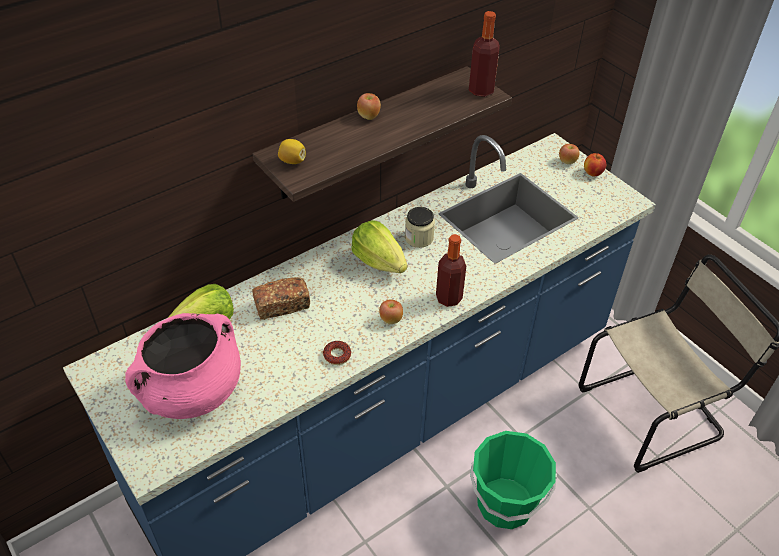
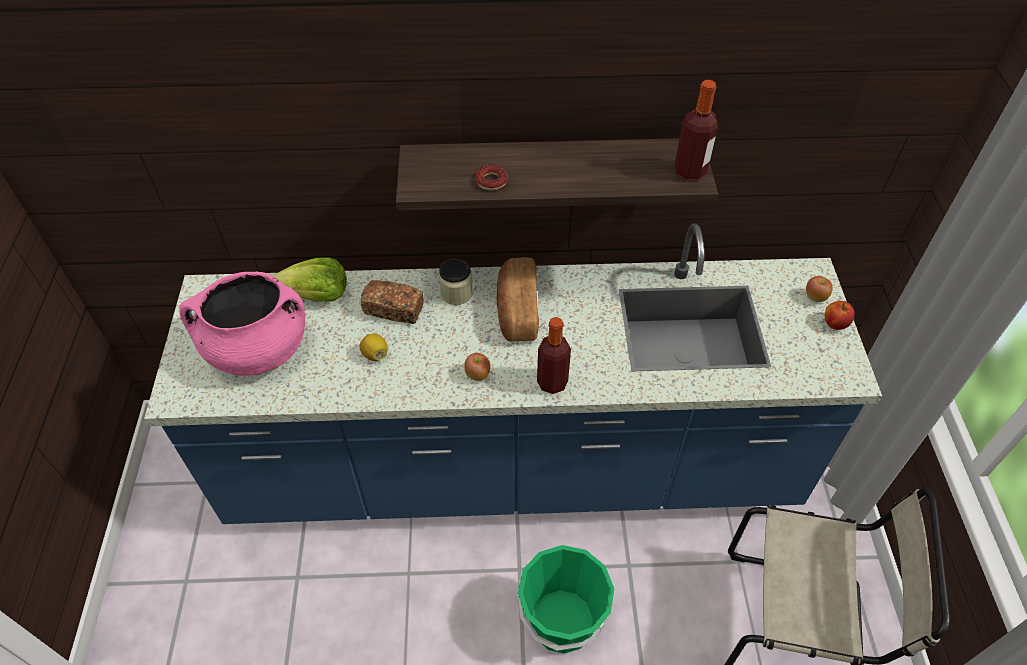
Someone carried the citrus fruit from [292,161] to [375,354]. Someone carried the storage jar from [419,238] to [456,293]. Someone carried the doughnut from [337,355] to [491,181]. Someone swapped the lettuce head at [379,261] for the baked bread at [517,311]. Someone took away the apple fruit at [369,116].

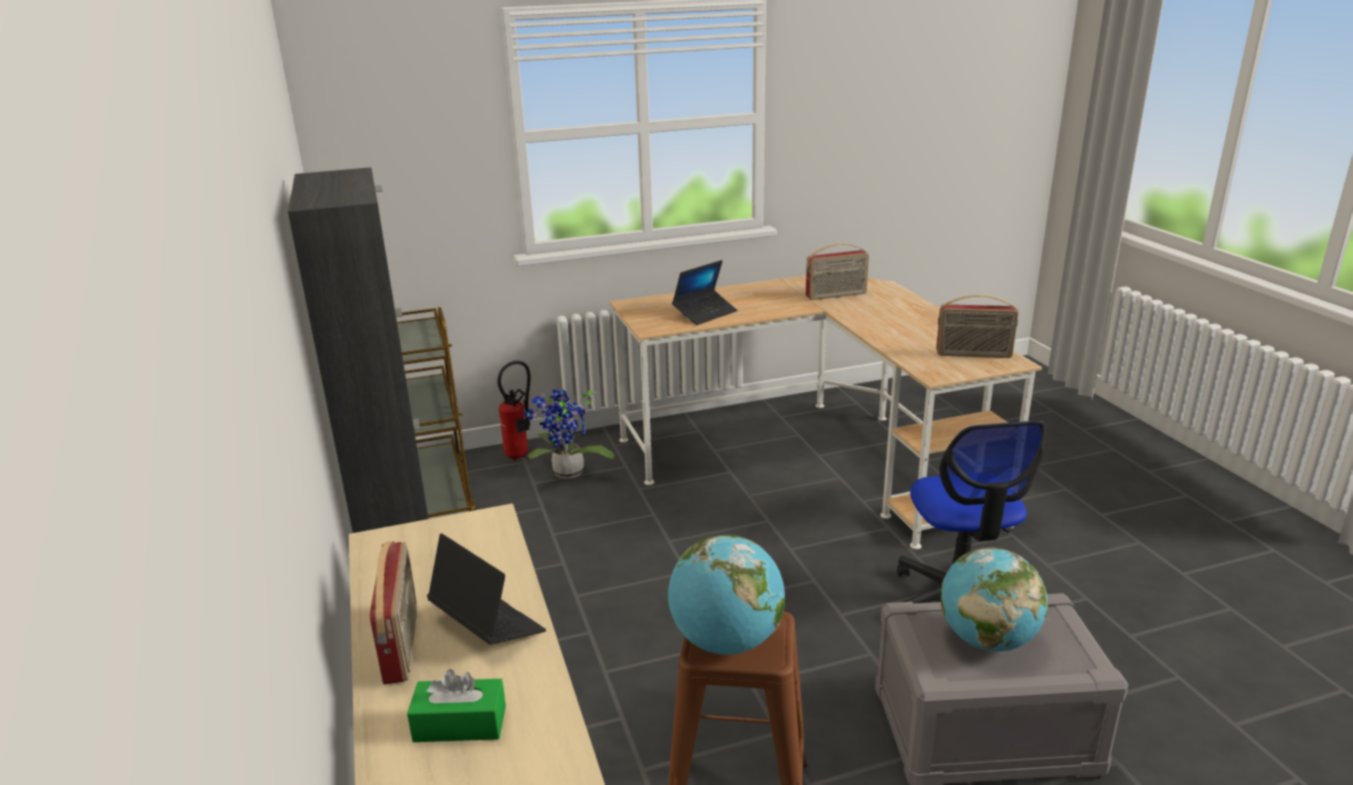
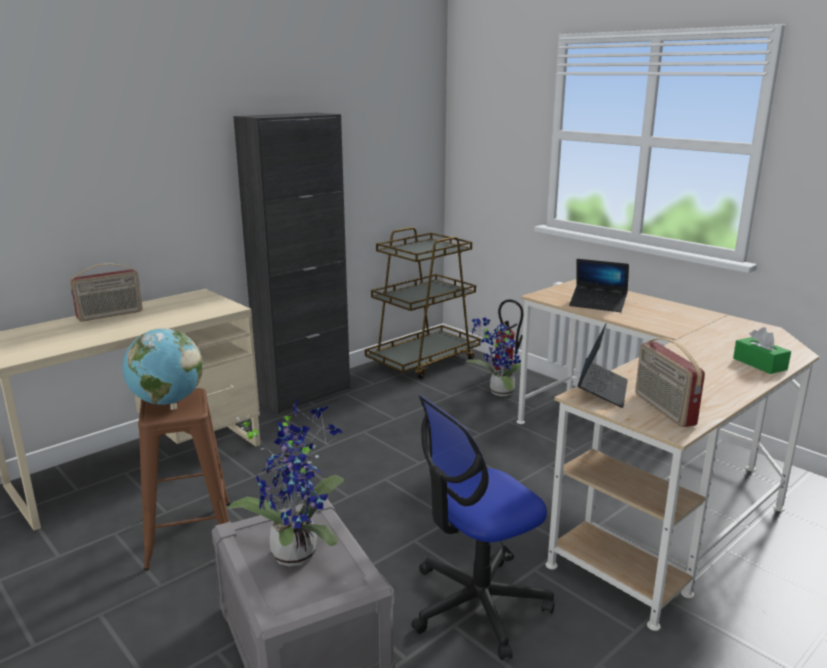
Someone swapped the desk globe at [987,640] for the potted plant at [296,550]. Someone carried the notebook computer from [487,624] to [602,390]. Someone carried the green tissue box from [460,724] to [759,364]. Someone took away the radio set at [836,295].

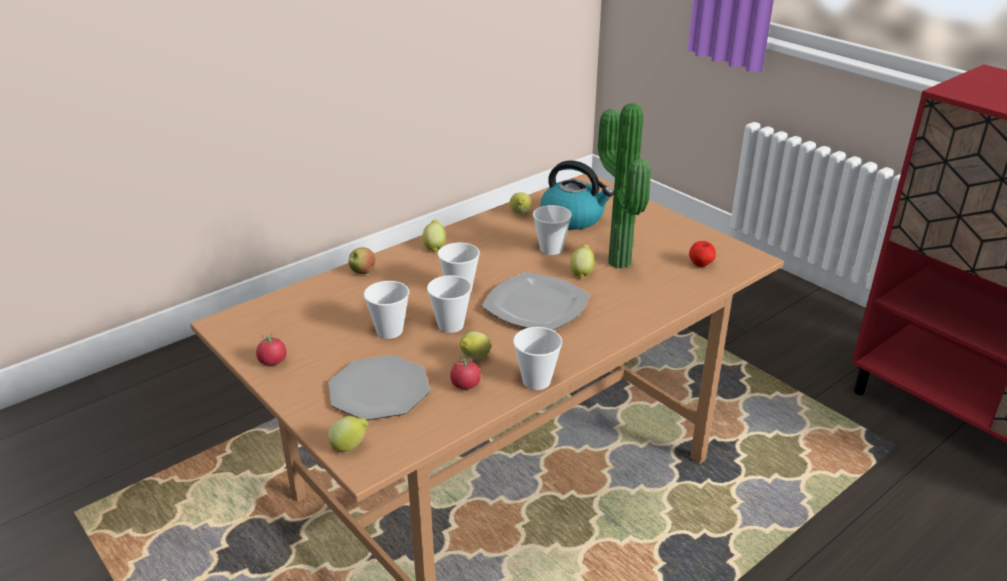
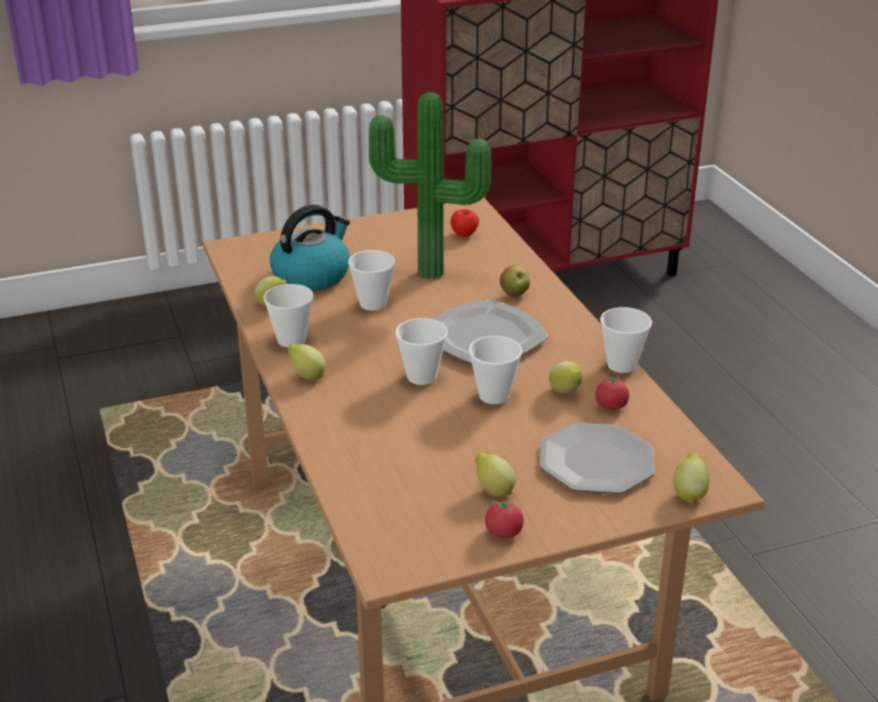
Someone carried the small cup from [389,331] to [291,340]. Someone carried the citrus fruit from [581,273] to [493,490]. Someone carried the apple fruit from [362,272] to [514,294].

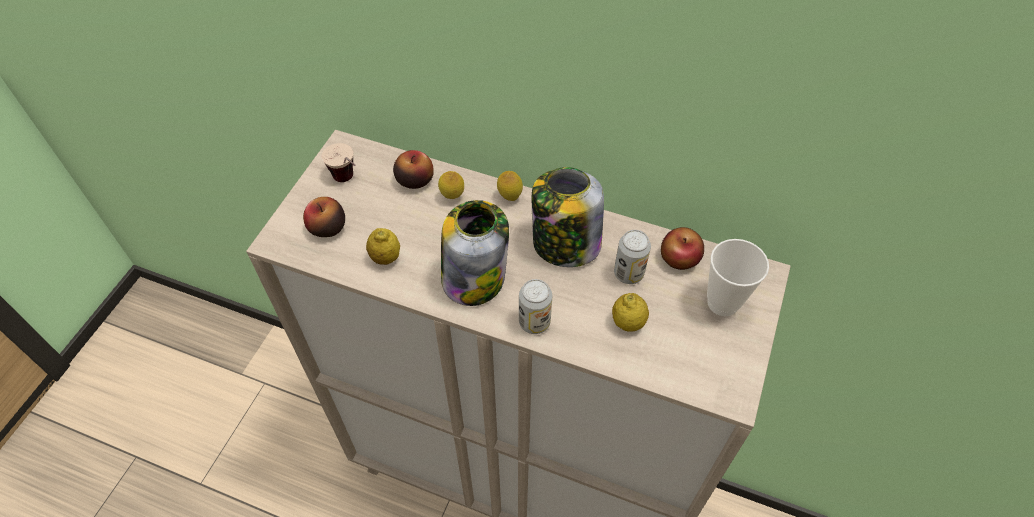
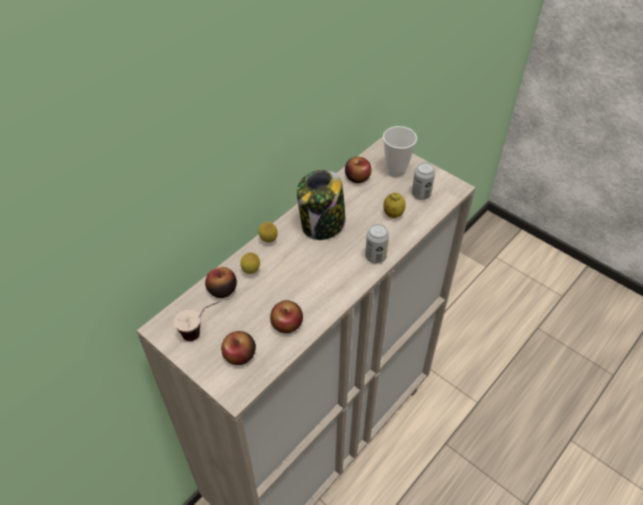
Someone swapped the citrus fruit at [385,257] for the apple fruit at [287,324]. Someone carried the sealed can from [628,273] to [421,194]. Someone took away the storage jar at [474,277].

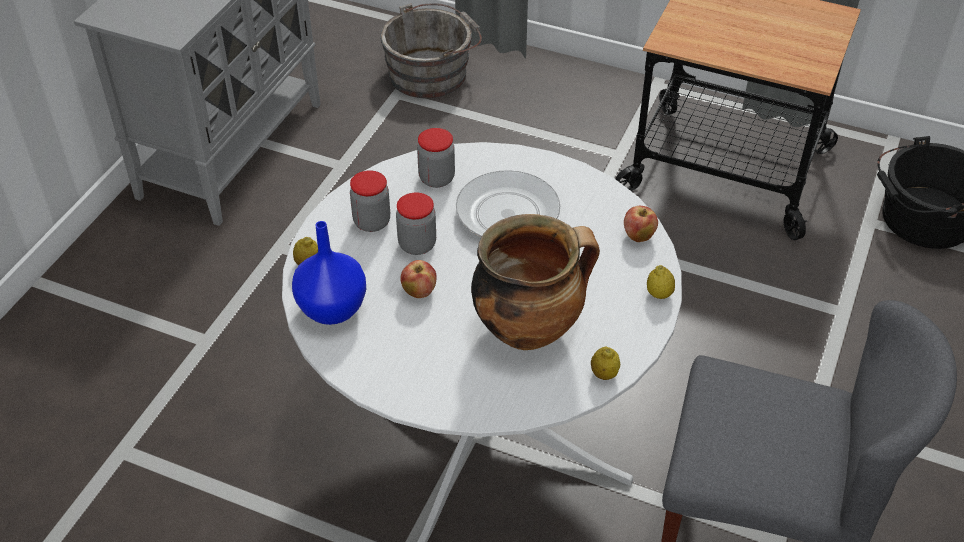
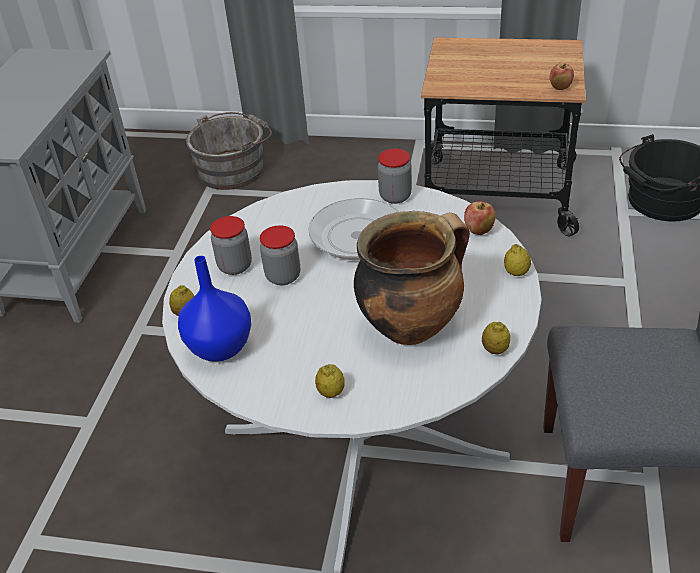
Someone put down the citrus fruit at [331,392]. Someone carried the storage jar from [436,178] to [395,196]. Someone carried the apple fruit from [419,292] to [560,87].

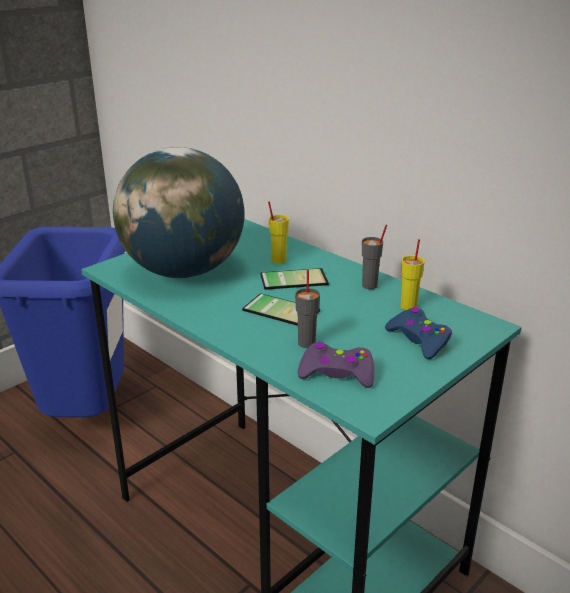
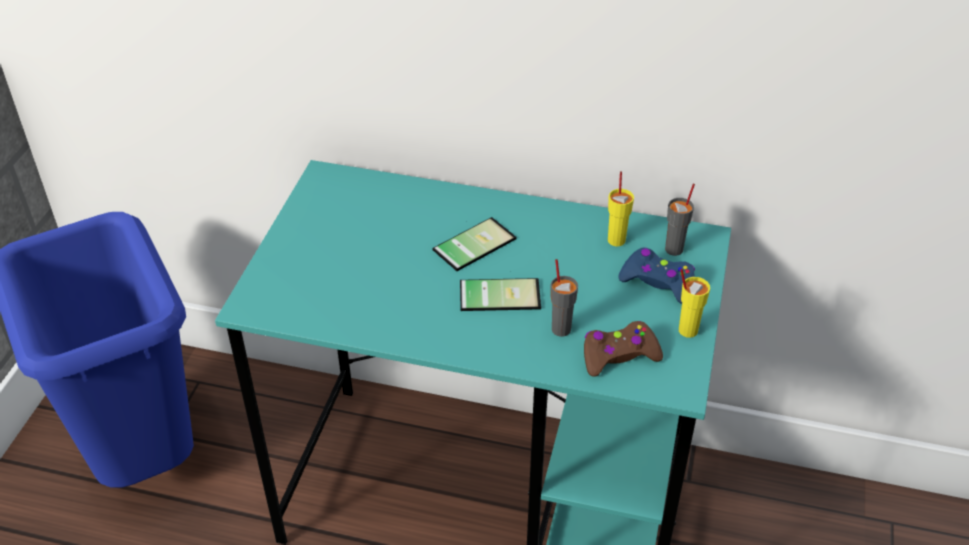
Someone repainted the purplish gamepad at [337,373], which became the brownish gamepad at [619,355]. Someone carried the grey small cup from [370,286] to [674,249]. Someone carried the yellowish small cup from [278,260] to [687,330]. Someone took away the desk globe at [184,271].

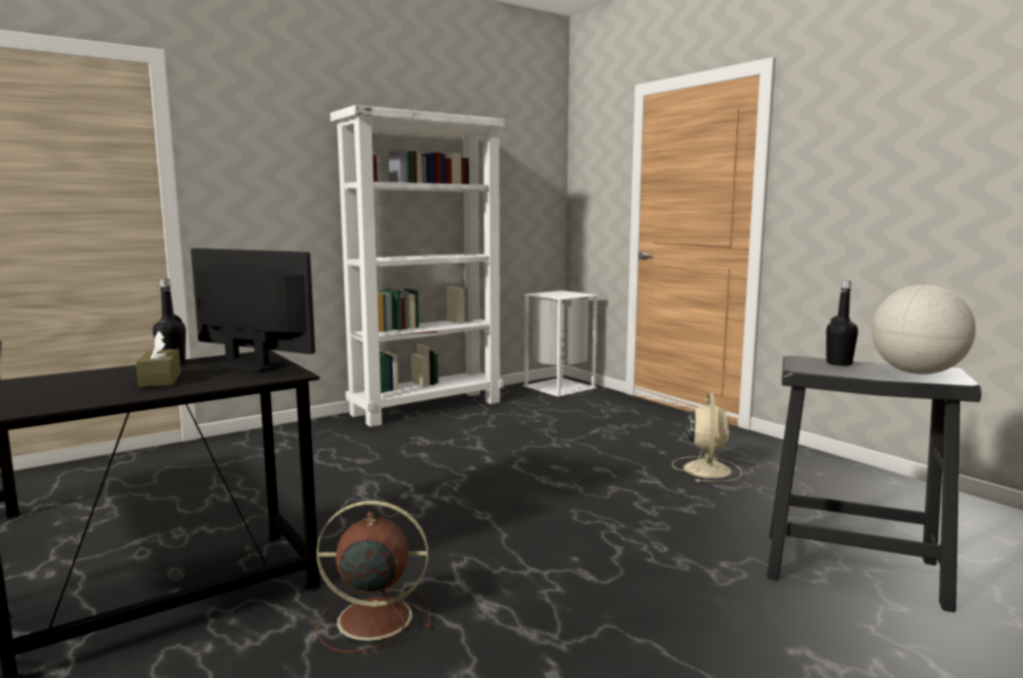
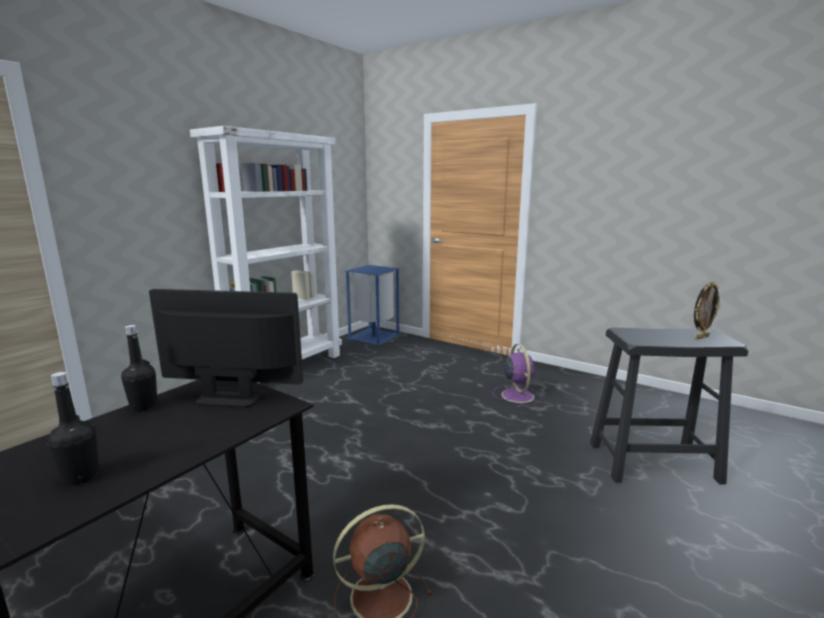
Someone carried the blackish drink bottle from [839,363] to [81,476]. Someone repainted the white rubbish bin at [561,387], which became the blue rubbish bin at [375,336]. Someone repainted the beige fan at [707,469], which became the purplish fan at [517,395]. Someone swapped the desk globe at [917,373] for the photo frame at [701,337]. Someone took away the brownish tissue box at [160,379].

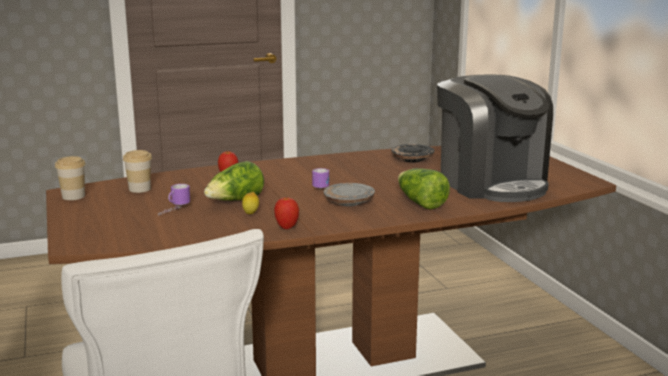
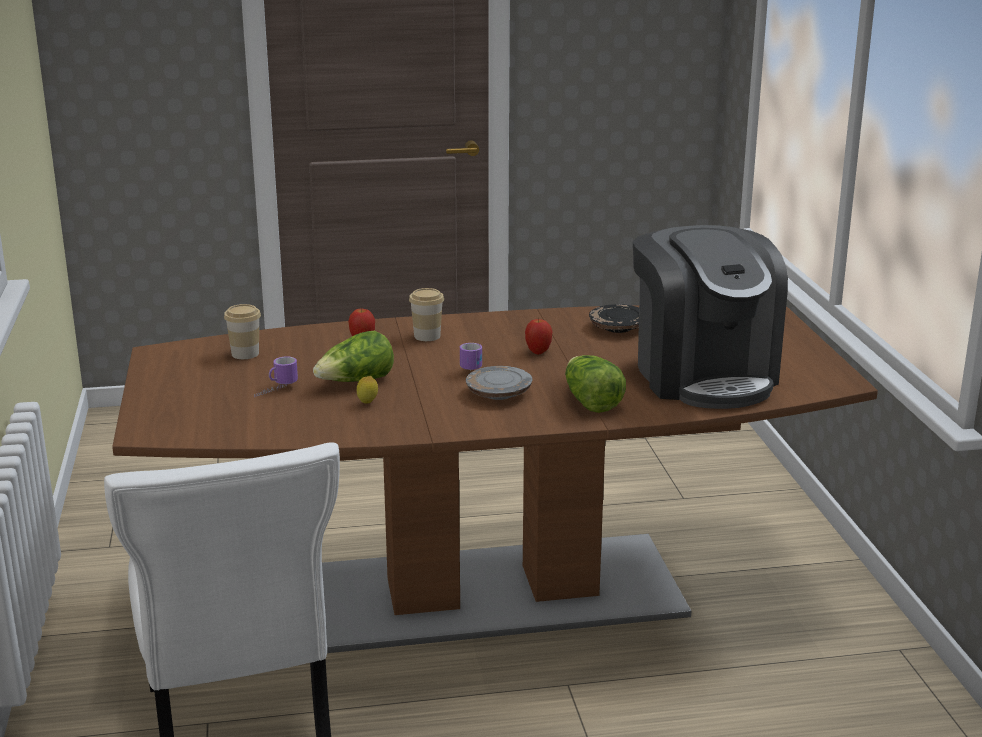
Someone carried the small cup from [73,196] to [427,336]. Someone carried the apple fruit from [286,227] to [538,352].

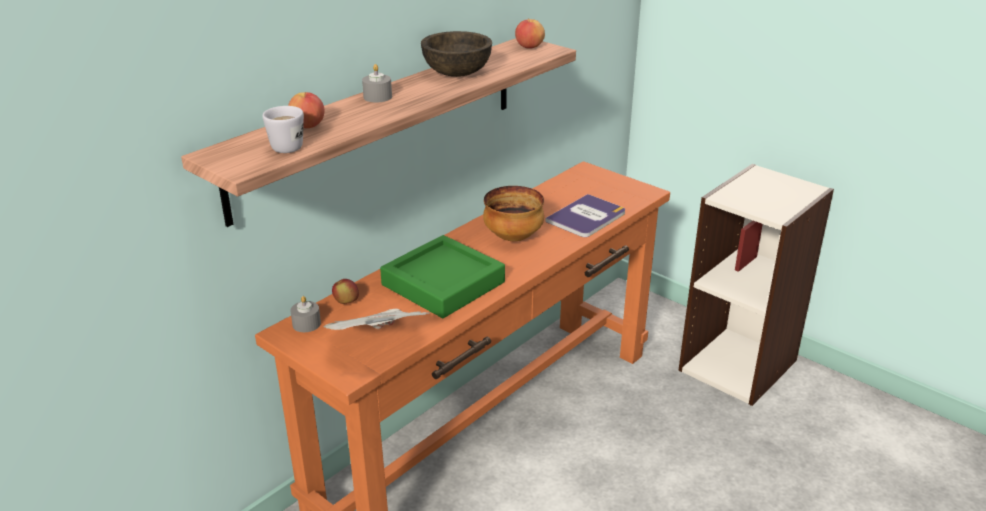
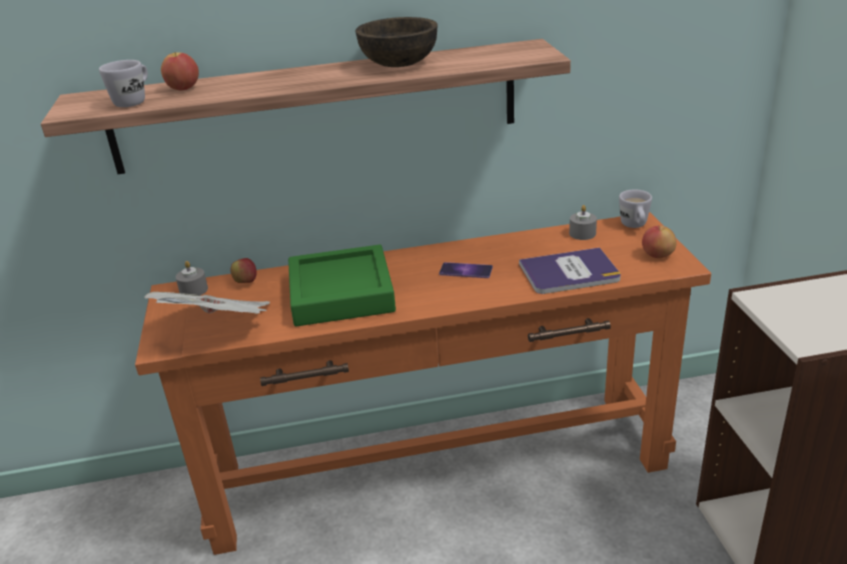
Someone swapped the serving bowl at [514,237] for the phone at [466,270]. Someone carried the grey candle from [377,97] to [582,233]. Someone put down the white coffee mug at [635,226]. Someone carried the apple fruit from [529,47] to [657,255].

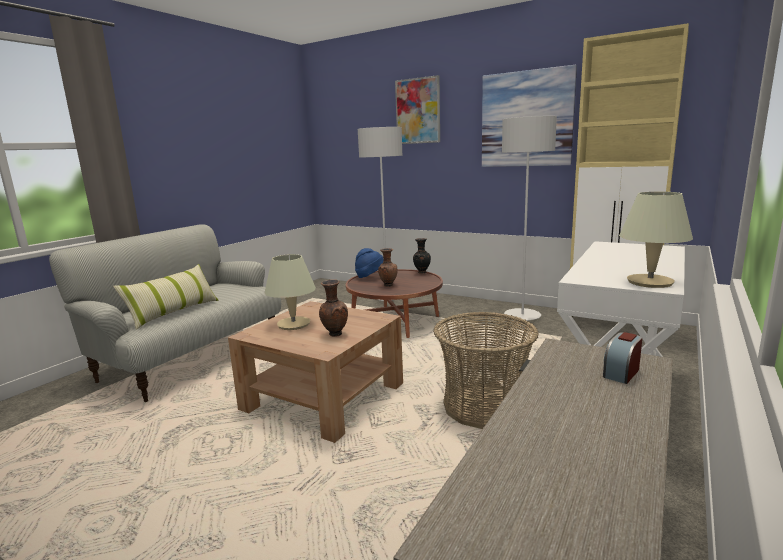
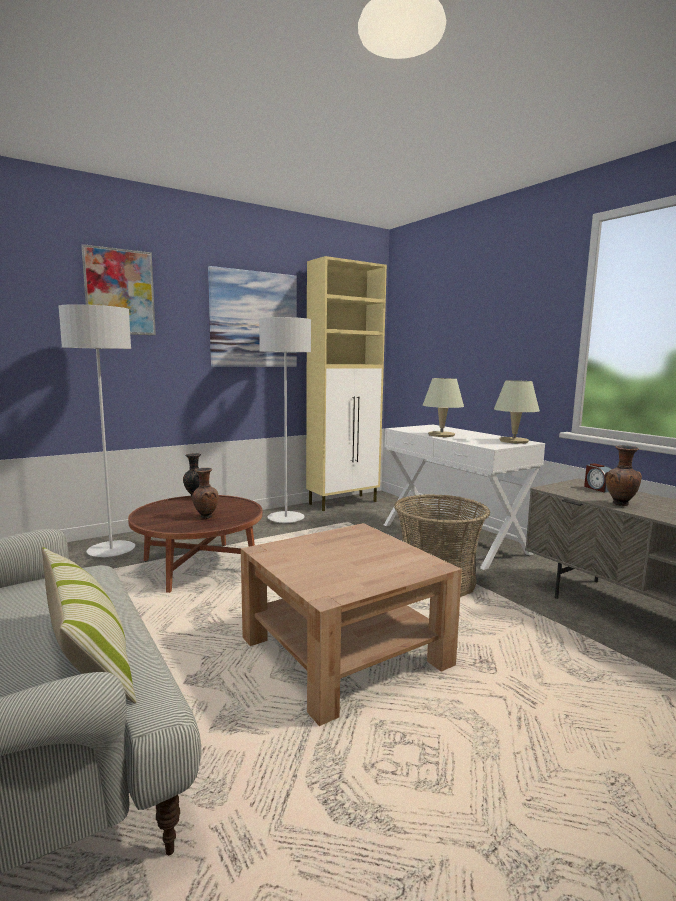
Someone carried the beige table lamp from [293,324] to [441,435]. Someone carried the brownish decorative vase from [334,334] to [620,504]. Someone took away the blue wearable hat at [370,276].

